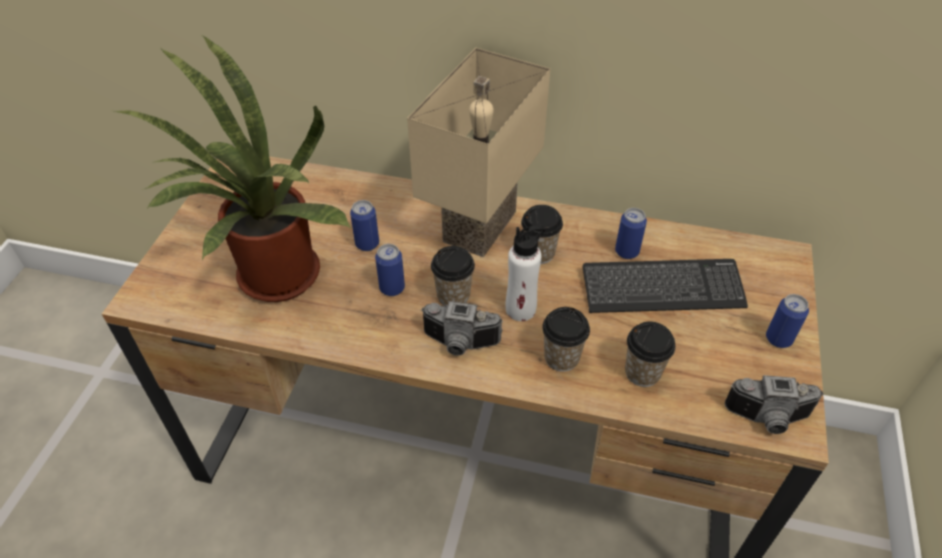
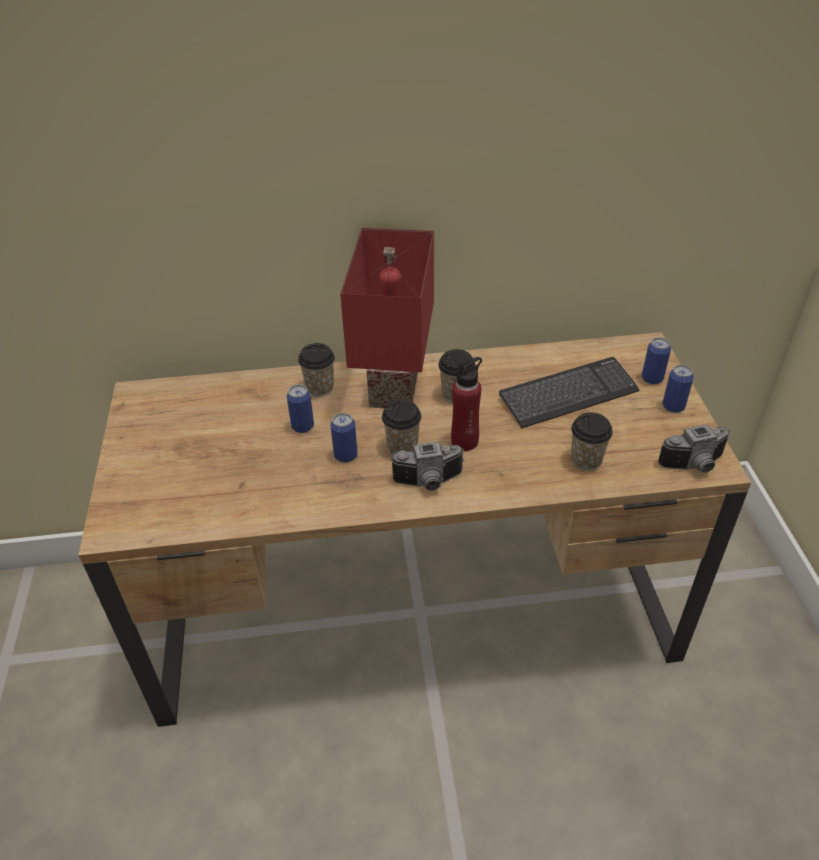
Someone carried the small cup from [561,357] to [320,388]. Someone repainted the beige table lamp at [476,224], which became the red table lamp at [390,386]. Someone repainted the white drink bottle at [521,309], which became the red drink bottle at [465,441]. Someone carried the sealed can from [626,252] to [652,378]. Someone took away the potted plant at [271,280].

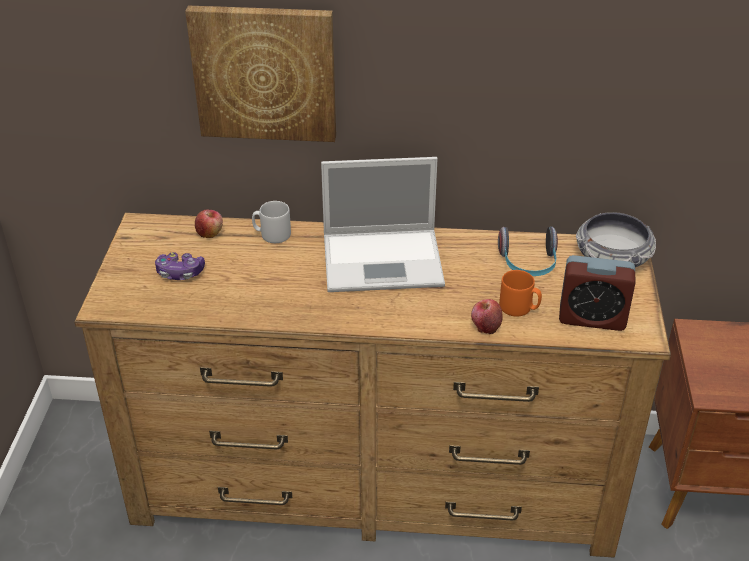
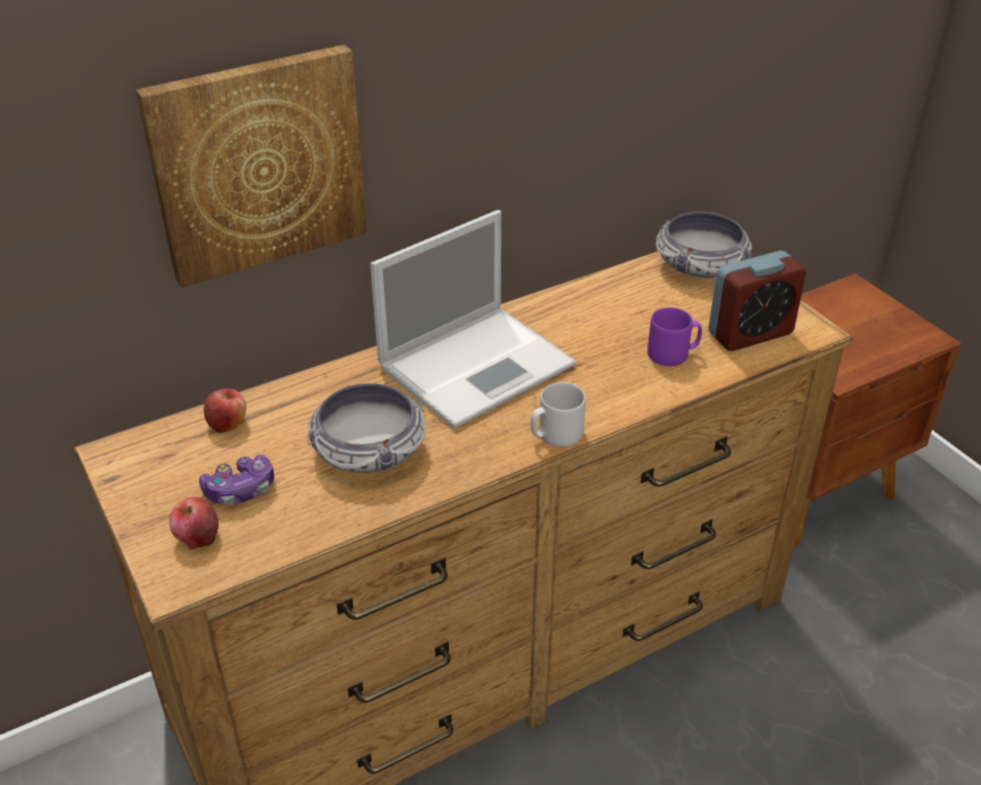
Someone carried the apple fruit from [485,326] to [197,537]. Someone put down the serving bowl at [368,450]. Someone carried the grey coffee mug from [272,235] to [555,435]. Someone repainted the orange coffee mug at [519,308], which became the purplish coffee mug at [673,354]. Someone took away the pair of headphones at [528,264].

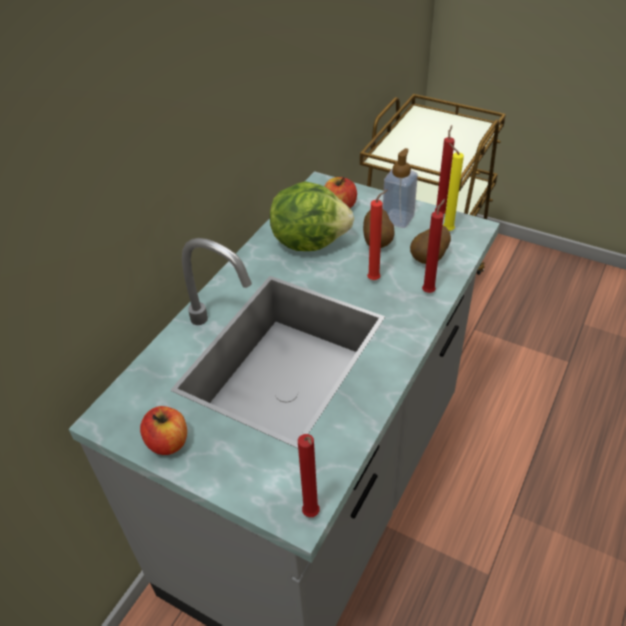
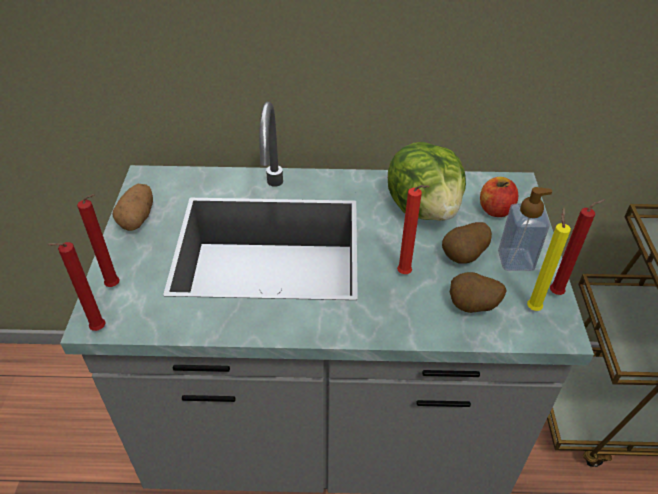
Someone carried the red candle from [429,291] to [115,286]. Someone swapped the apple fruit at [168,442] for the spud at [138,218].

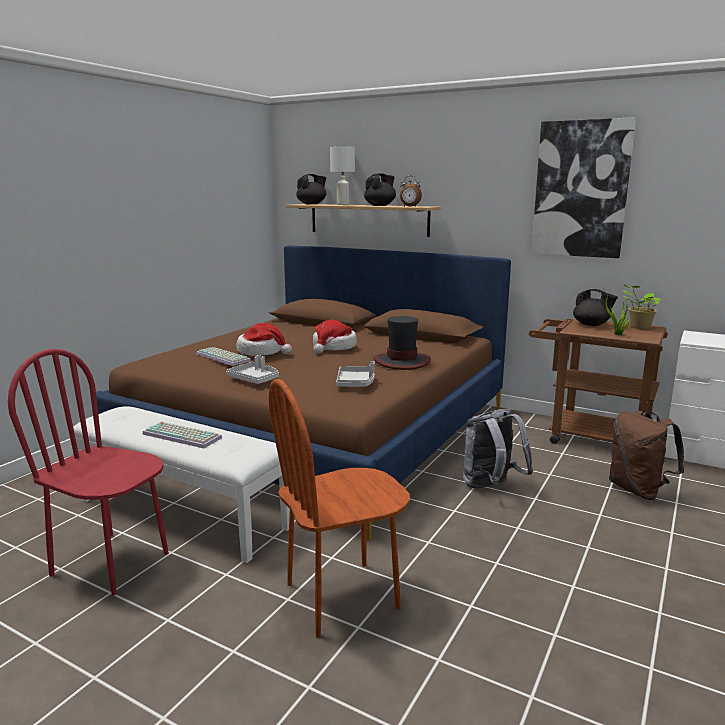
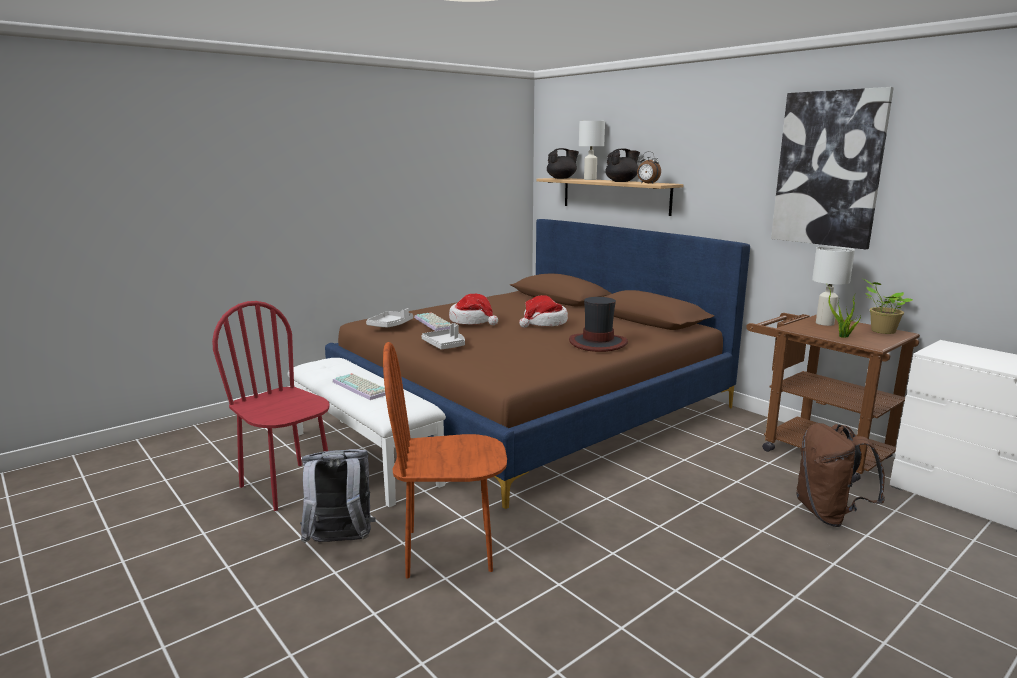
Someone carried the grey backpack from [491,487] to [340,543]. Someone carried the grey serving tray from [356,383] to [390,325]. Someone swapped the blackish teapot at [591,325] for the white table lamp at [824,323].

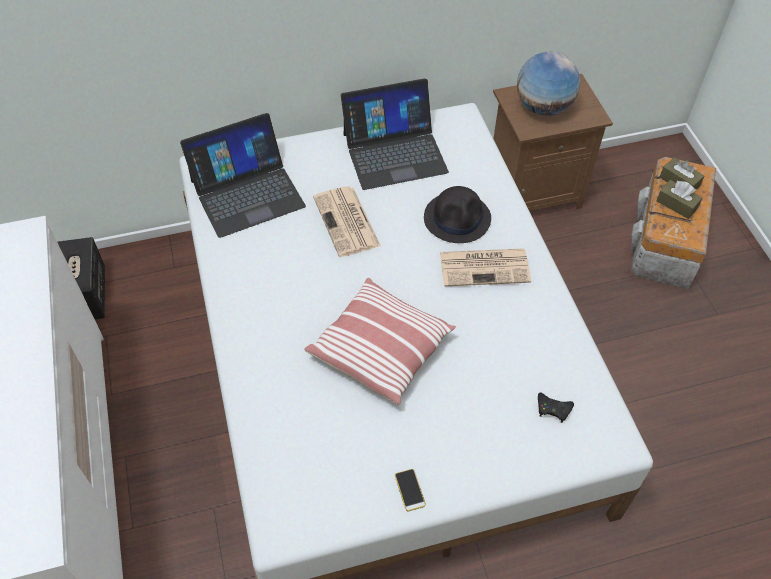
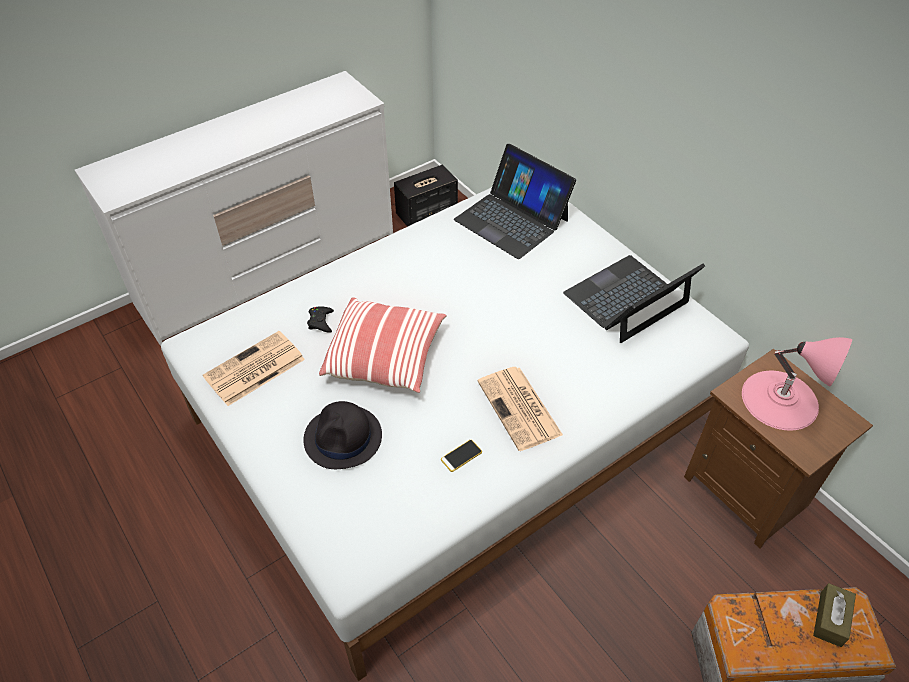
Someone carried the newspaper from [347,222] to [253,369]. Someone carried the blackish wearable hat from [457,218] to [343,438]. Someone carried the blackish gamepad from [553,409] to [321,322]. Someone carried the phone from [410,490] to [461,456]. Someone rotated the notebook computer at [394,152] by 90 degrees clockwise. Someone swapped the desk globe at [543,107] for the pinkish table lamp at [780,399]. Someone took away the brownish tissue box at [676,204].

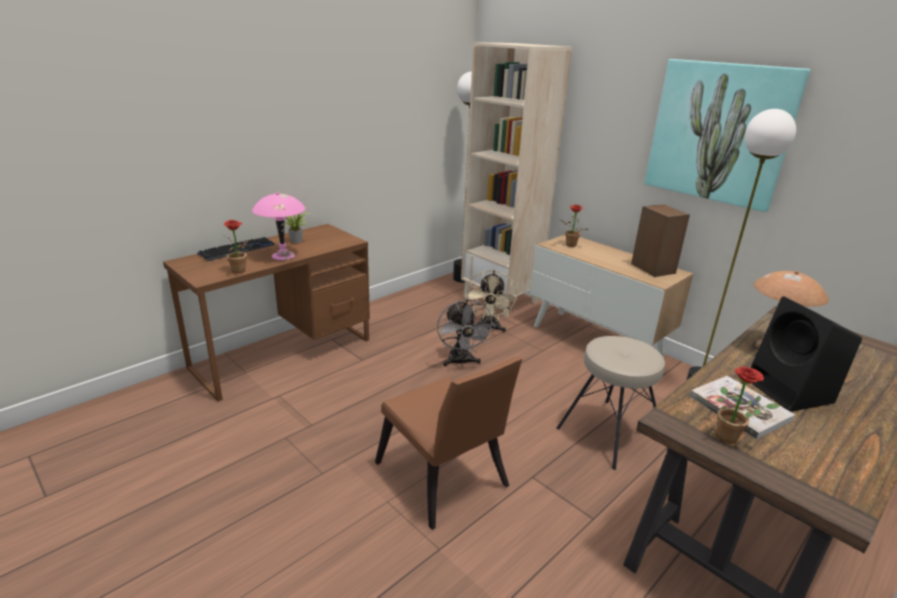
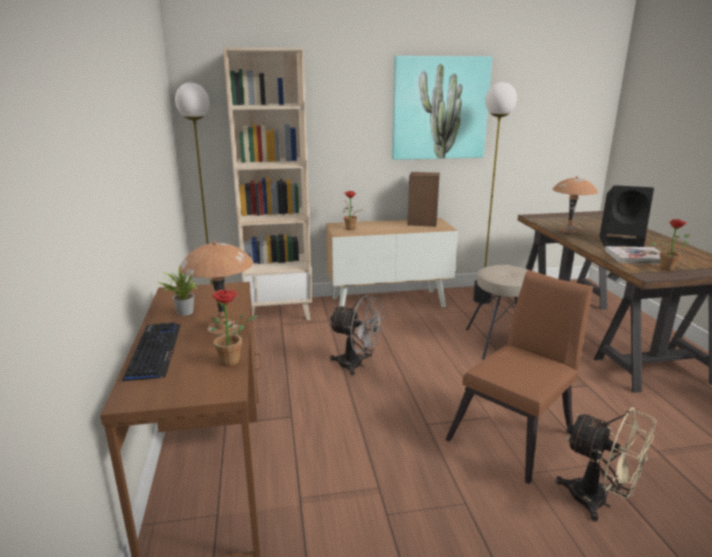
Someone repainted the pinkish table lamp at [284,256], which became the brownish table lamp at [223,327]. Someone rotated the brownish chair at [444,481] by 45 degrees counterclockwise. Someone carried the beige fan from [488,328] to [598,502].

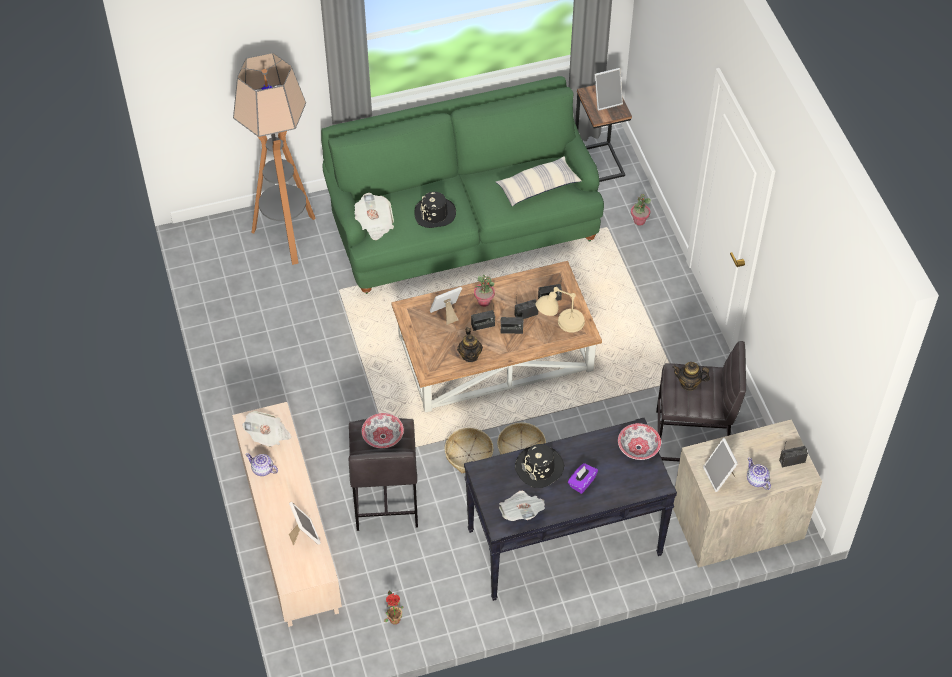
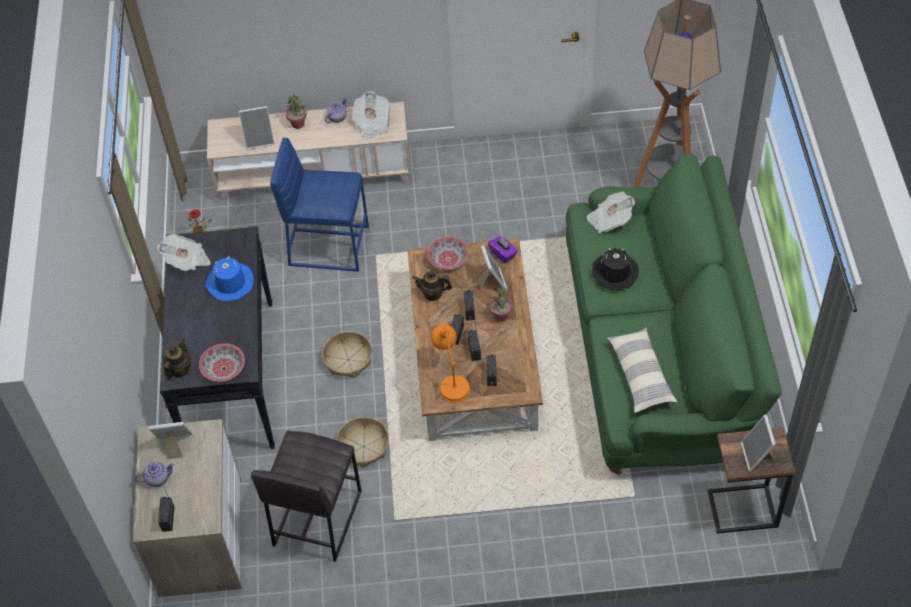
Someone carried the teapot from [689,384] to [179,370]. Someone repainted the blackish wearable hat at [539,468], which became the blue wearable hat at [230,283]. Someone repainted the grey stool at [385,497], which became the blue stool at [328,245]. Someone carried the potted plant from [639,221] to [298,124]. Someone carried the basket from [469,455] to [363,447]. Someone carried the serving bowl from [383,436] to [448,260]. Someone repainted the beige table lamp at [560,326], which became the orange table lamp at [450,378]. Someone carried the purplish tissue box from [582,482] to [503,254].

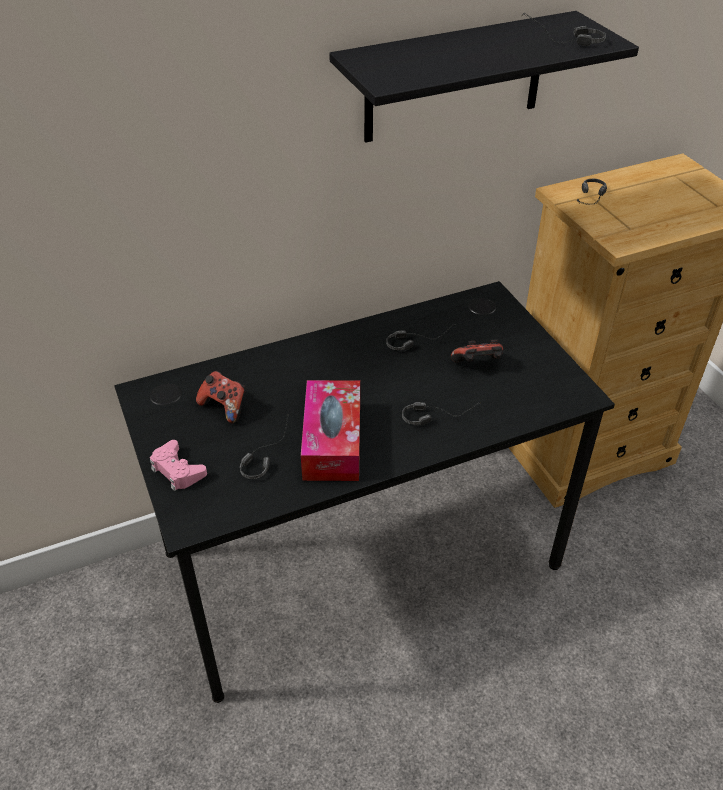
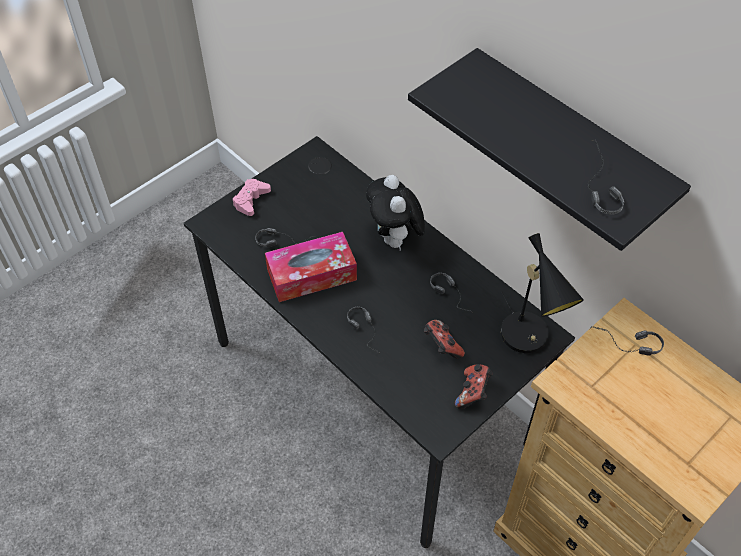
Someone put down the cuddly toy at [395,239]. Someone carried the gamepad from [224,407] to [473,392]. Someone put down the blackish table lamp at [529,339].

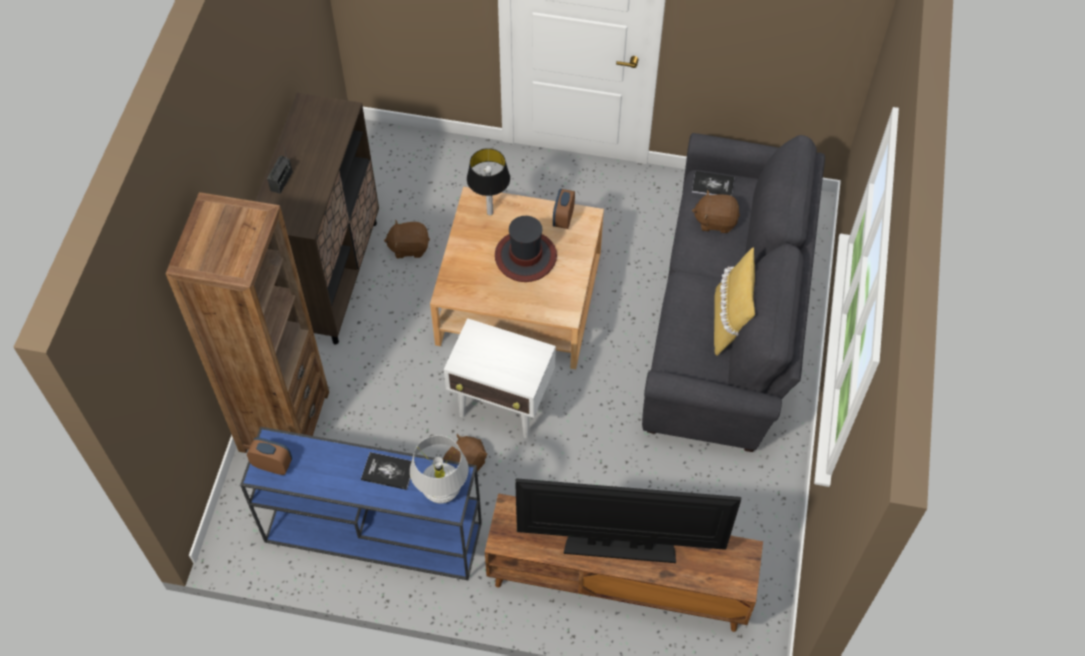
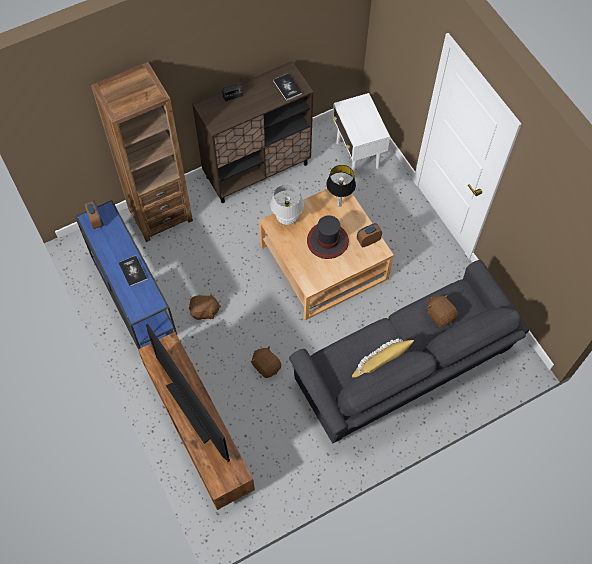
Someone carried the brownish cuddly toy from [409,247] to [266,366]. Someone carried the white table lamp from [441,490] to [287,218]. Someone carried the bound book from [713,185] to [287,87]. Someone carried the white end table from [502,408] to [357,156].

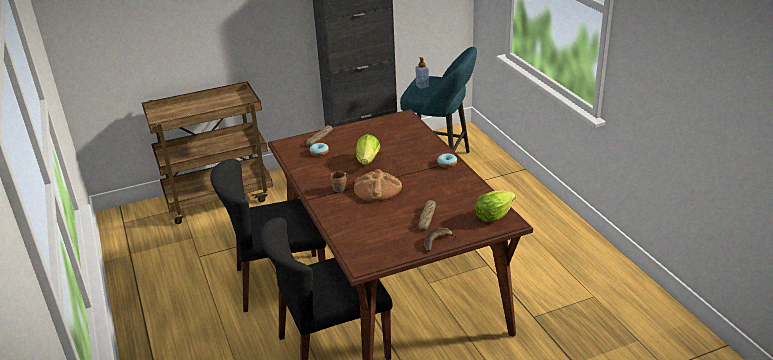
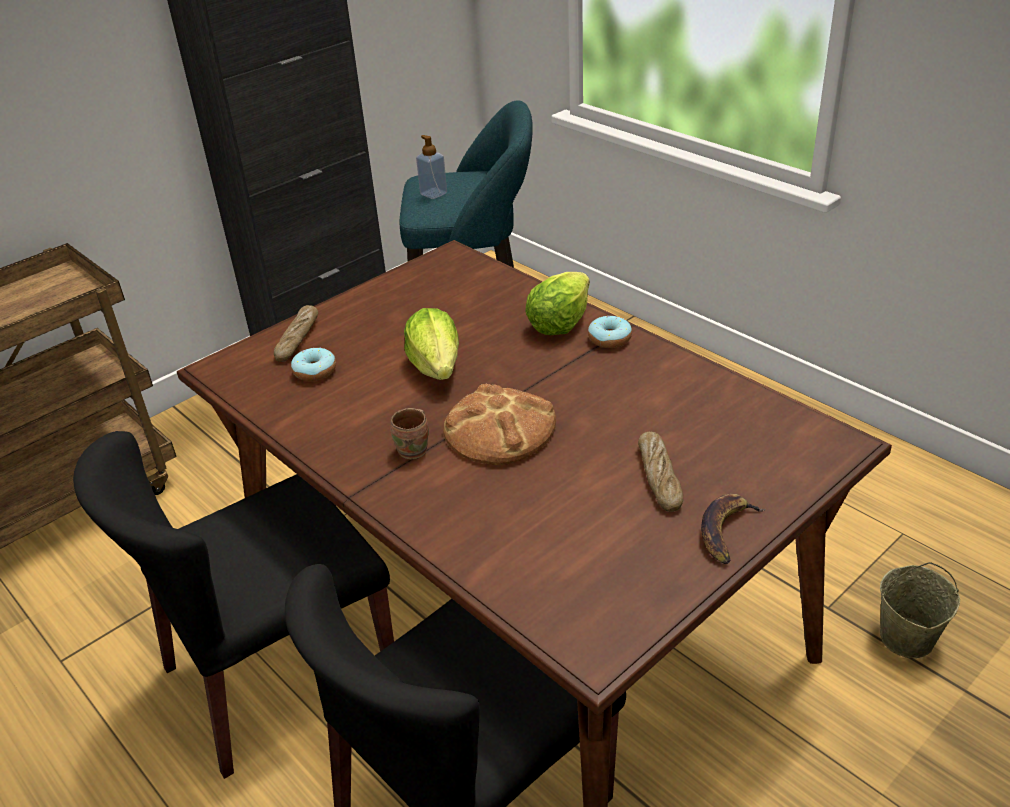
Someone carried the lettuce head from [493,216] to [559,323]. Someone put down the beige water bucket at [906,638].

